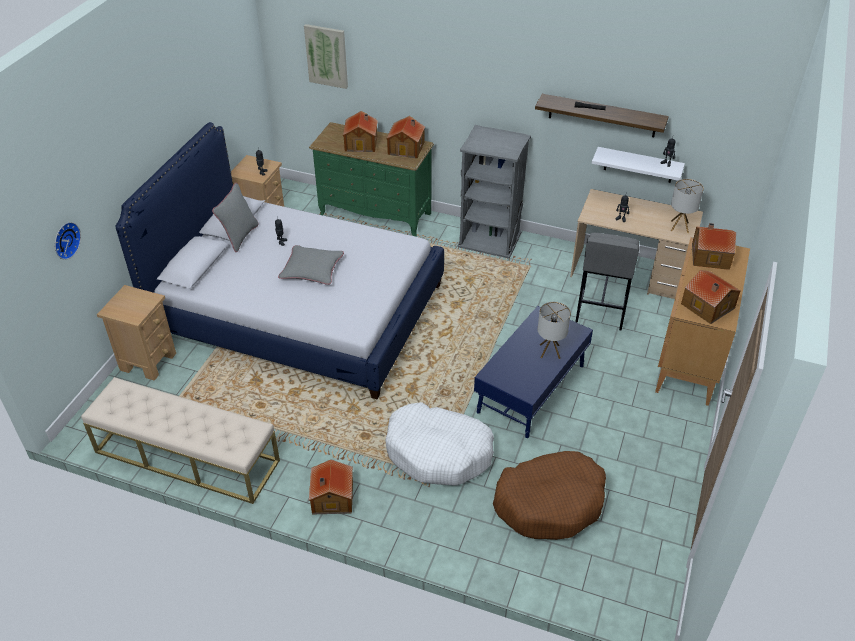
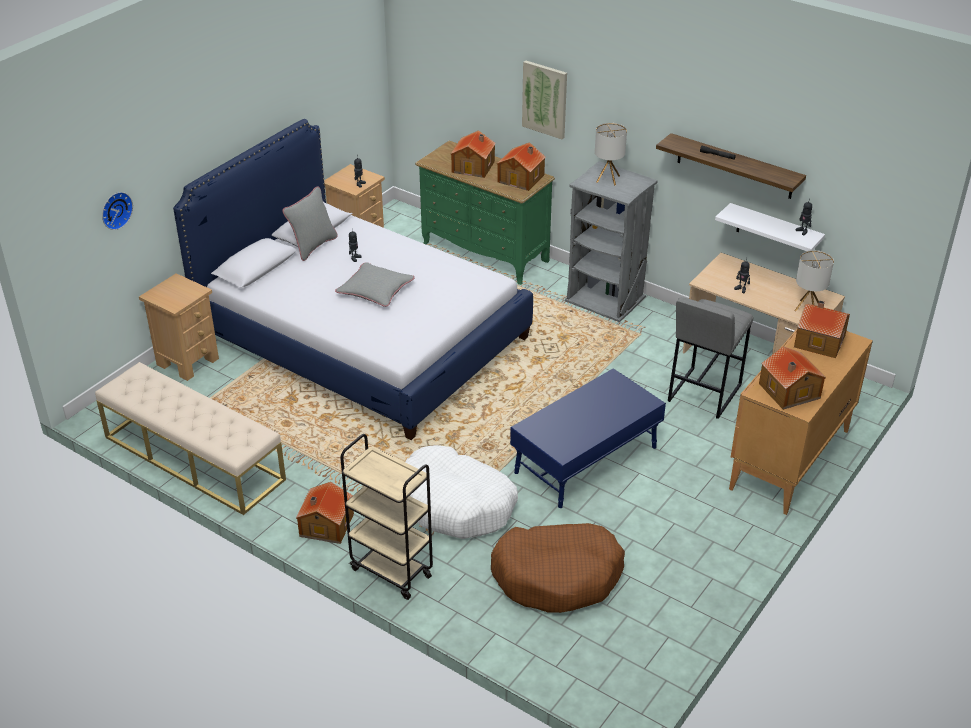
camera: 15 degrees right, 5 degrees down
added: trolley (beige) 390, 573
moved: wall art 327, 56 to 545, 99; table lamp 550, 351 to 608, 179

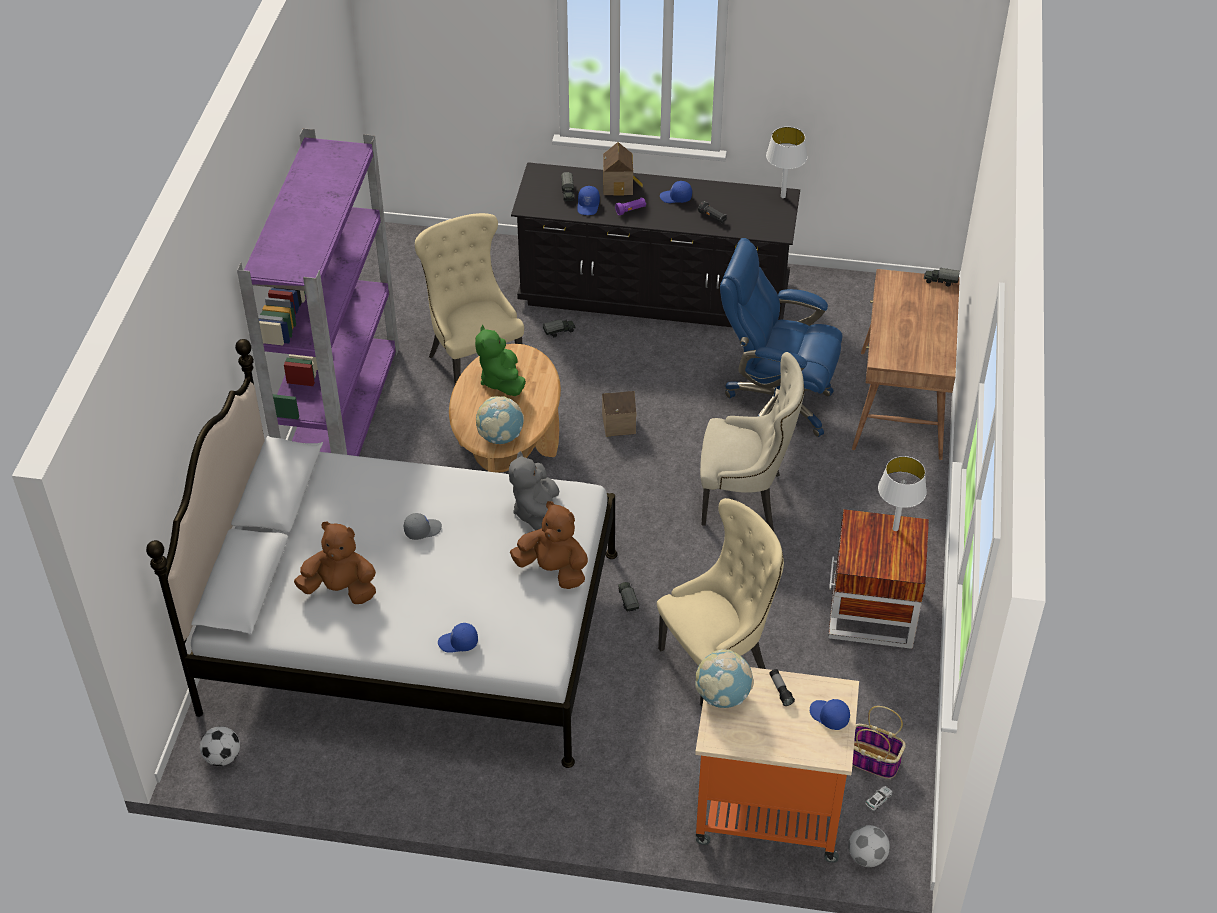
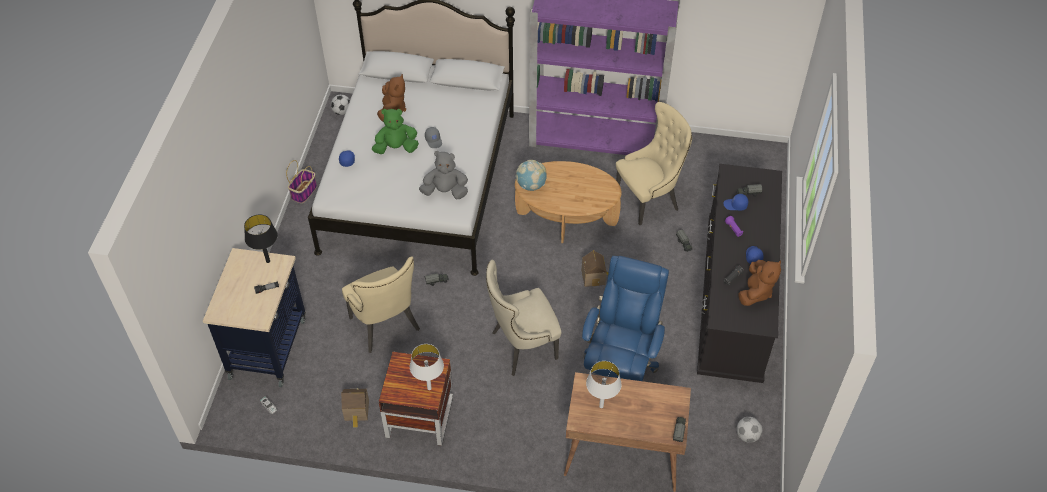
camera: 90 degrees right, 5 degrees up
removed: peaked cap (bluish) 828, 716
moved: storage basket 872, 760 to 304, 191; model house 620, 185 to 357, 412; plush toy (green-coloured) 501, 381 to 396, 148; table lamp (white-coloured) 783, 196 to 601, 406; football ball 866, 857 to 747, 435; plush toy (brown-coloured) 553, 570 to 756, 292
replaced: world globe 722, 696 to table lamp (black) 268, 261
recoloured: trolley (orangey) 768, 815 to trolley (bluish) 268, 347
turned: chair (beige) 744, 500 = 522, 347 60 degrees clockwise

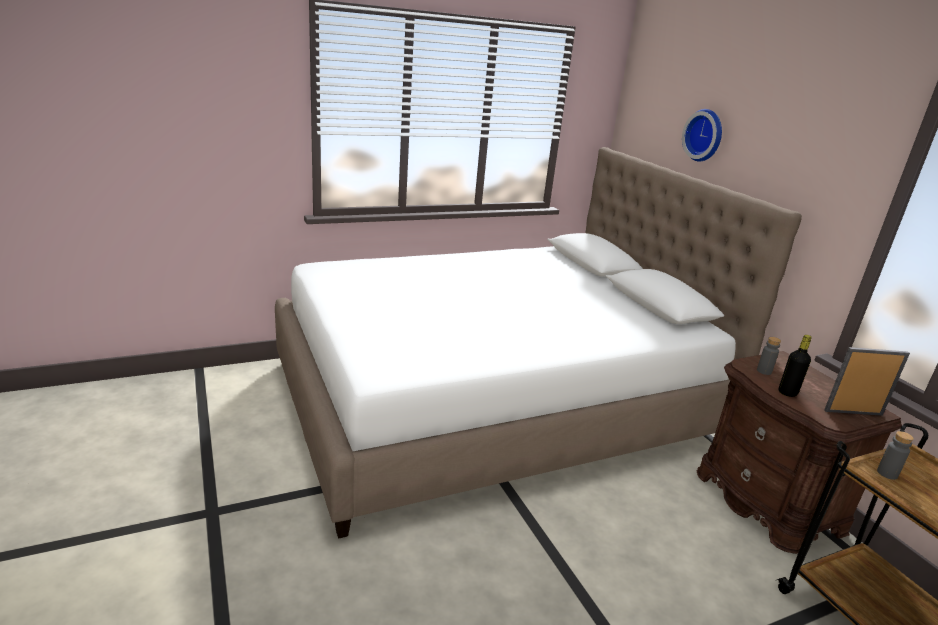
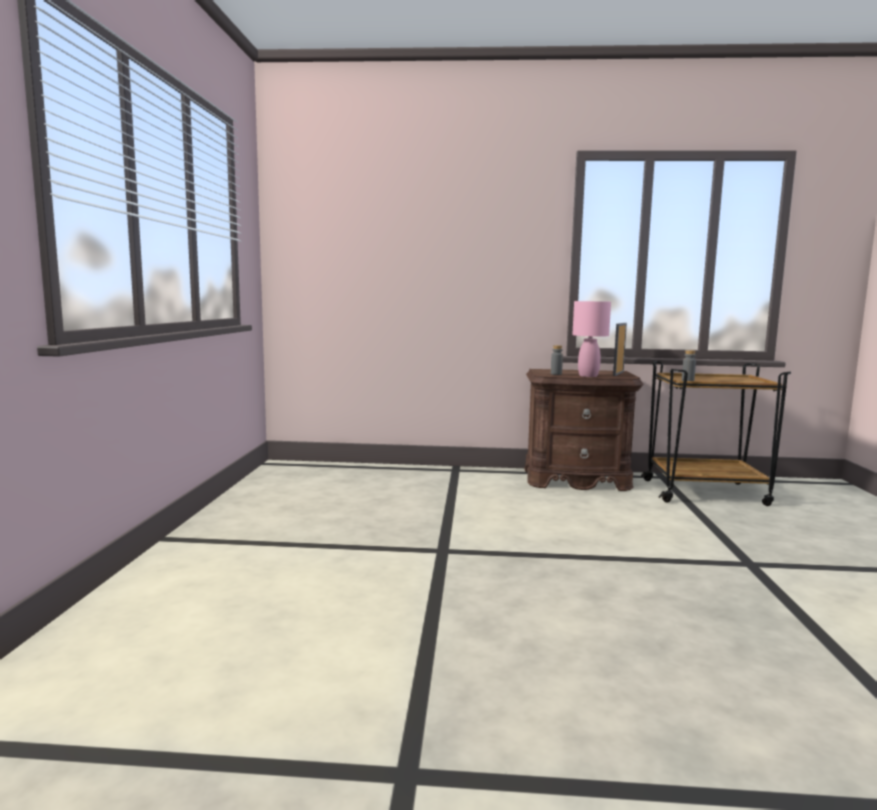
camera: 60 degrees left, 15 degrees down
removed: bedroom bed (white-coloured) 494, 401; wall clock 705, 135
replaced: bottle (black) 787, 392 to table lamp (pinkish) 588, 376

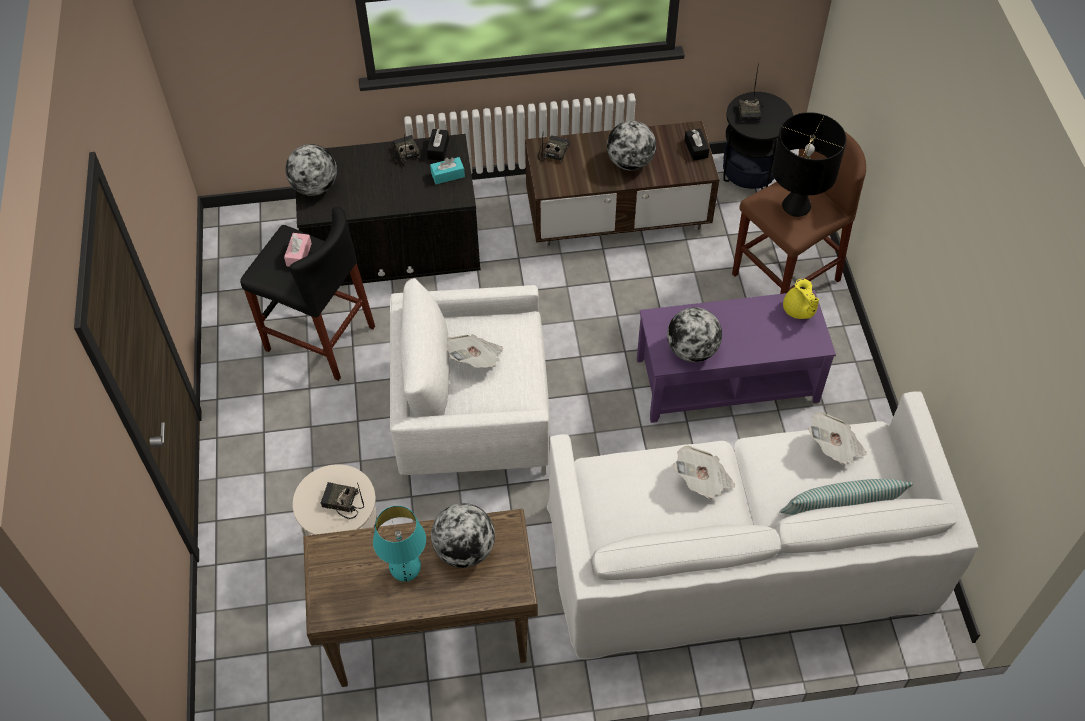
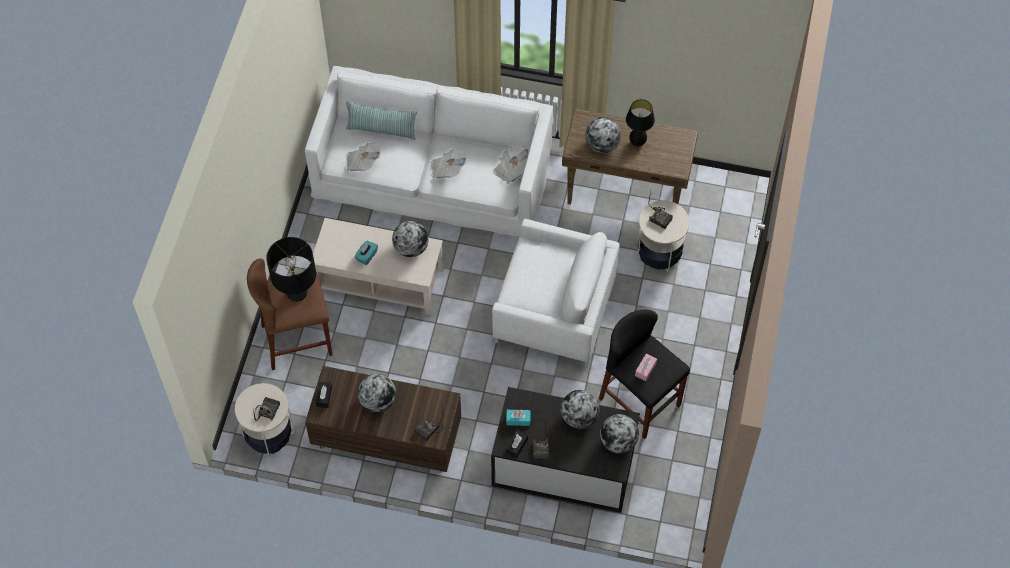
camera: 160 degrees left, 5 degrees up
removed: tea pot (yellow) 799, 310
added: tissue box (turquoise) 366, 256; world globe 579, 417
moved: daily paper 476, 359 to 512, 170
recoloured: accent table (black) 749, 173 to accent table (beige) 269, 436; coffee table (purple-coloured) 726, 380 to coffee table (beige) 380, 281; table lamp (turquoise) 406, 573 to table lamp (black) 637, 143

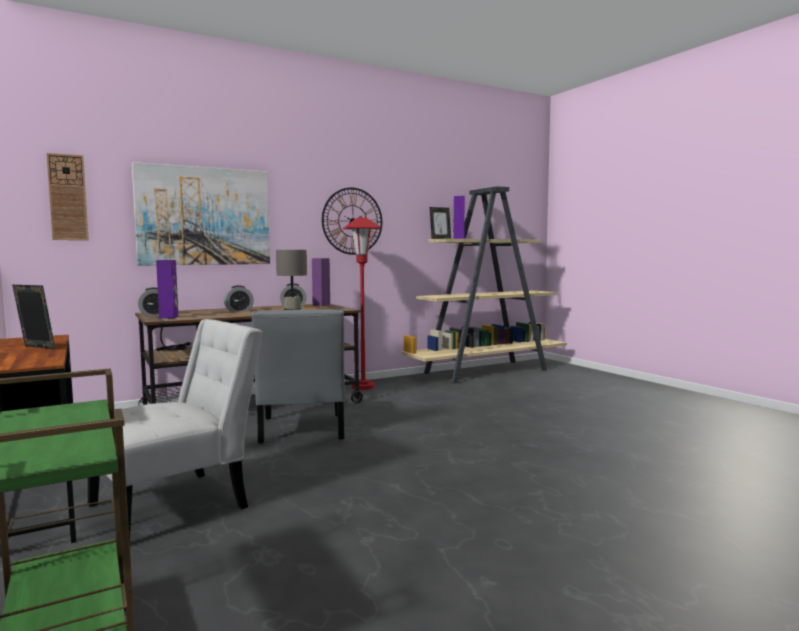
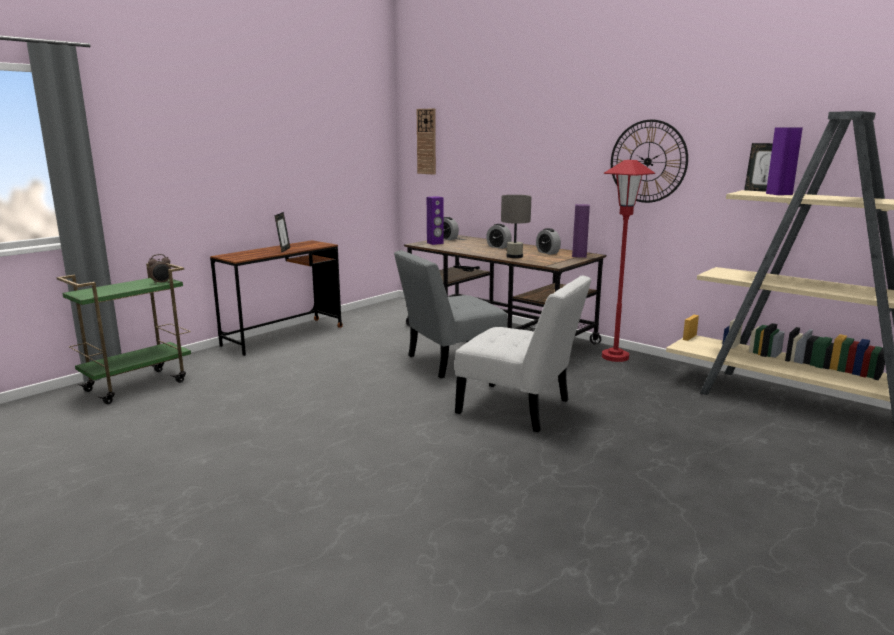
camera: 70 degrees right, 10 degrees up
removed: wall art 204, 216
added: table clock 161, 283
moved: chair (white-coloured) 178, 504 to 519, 409

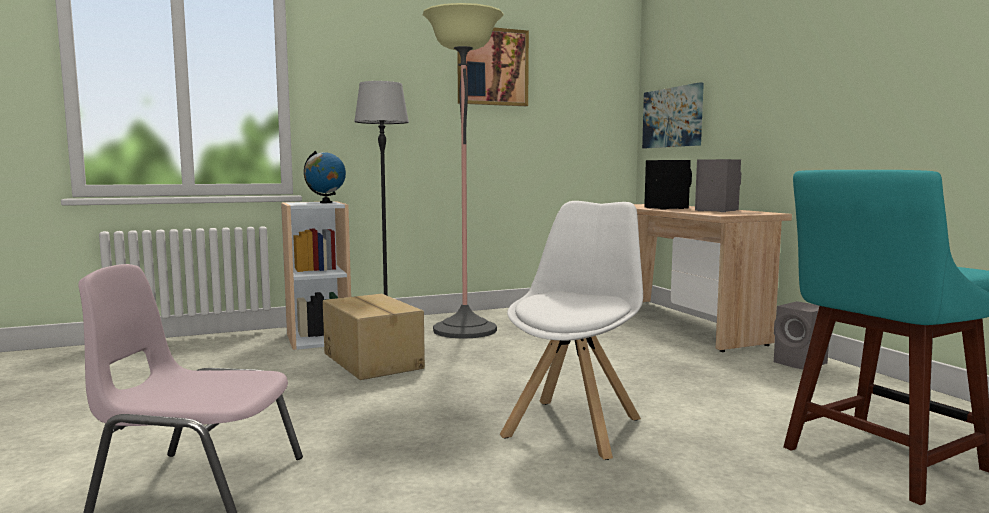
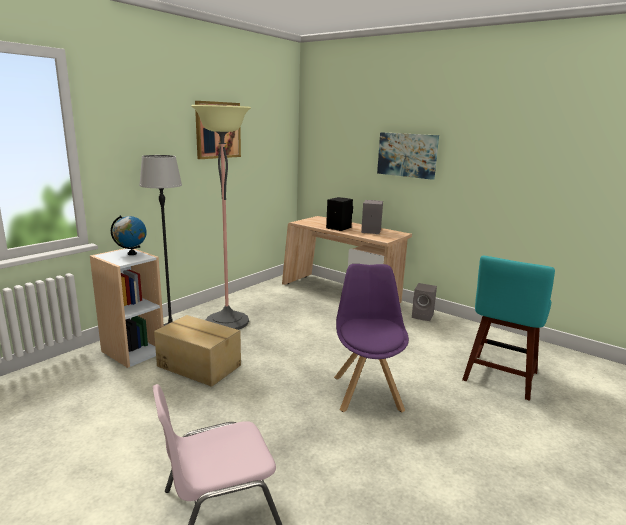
camera: 30 degrees left, 10 degrees up
moved: wall art 673, 117 to 407, 155
recoloured: chair (white-coloured) 575, 425 to chair (purple-coloured) 366, 391

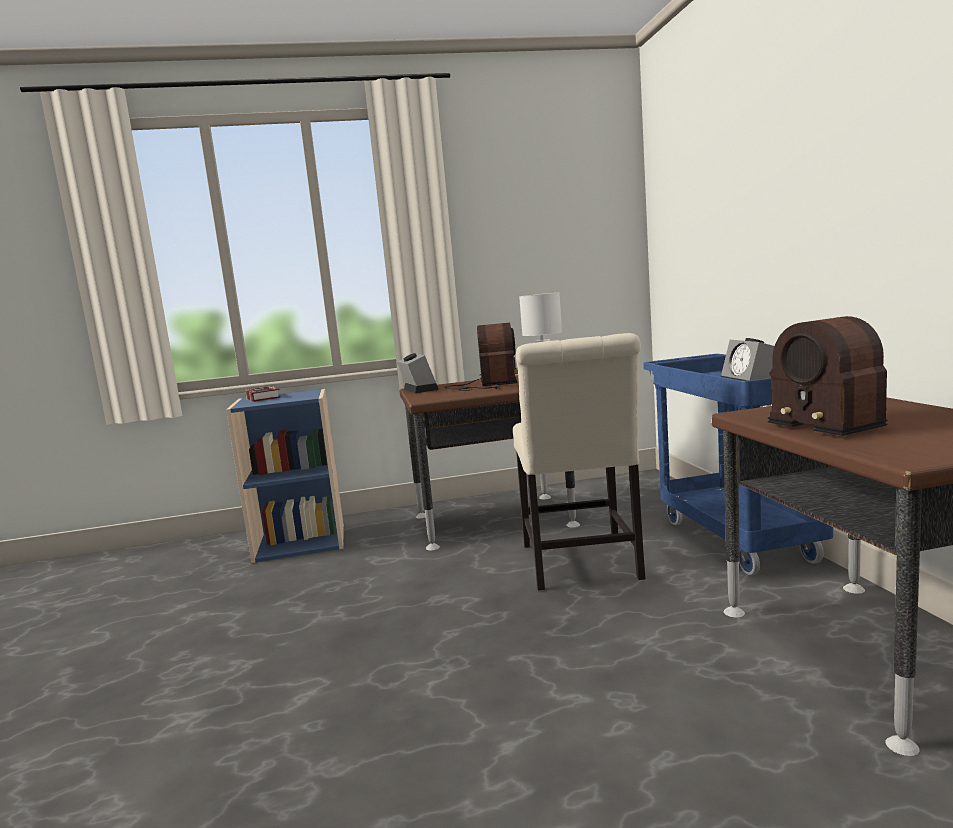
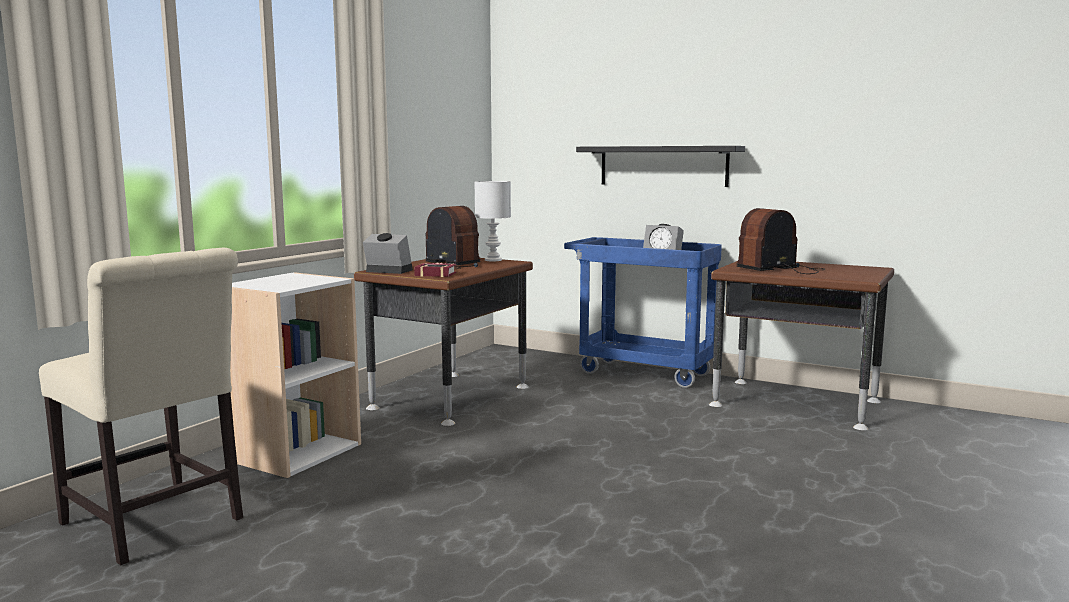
camera: 50 degrees left, 0 degrees up
added: wall shelf (black) 663, 166
moved: chair (beige) 581, 566 to 156, 525; book 264, 398 to 434, 274
recoloured: bookcase (bluish) 301, 542 to bookcase (white-coloured) 295, 451
turned: radio receiver 827, 421 = 782, 270 135 degrees clockwise

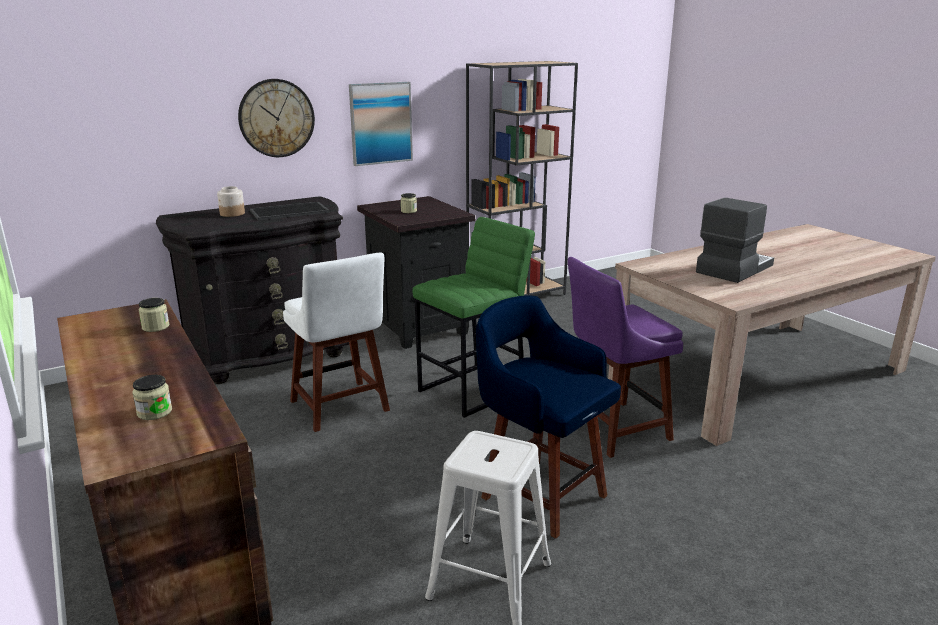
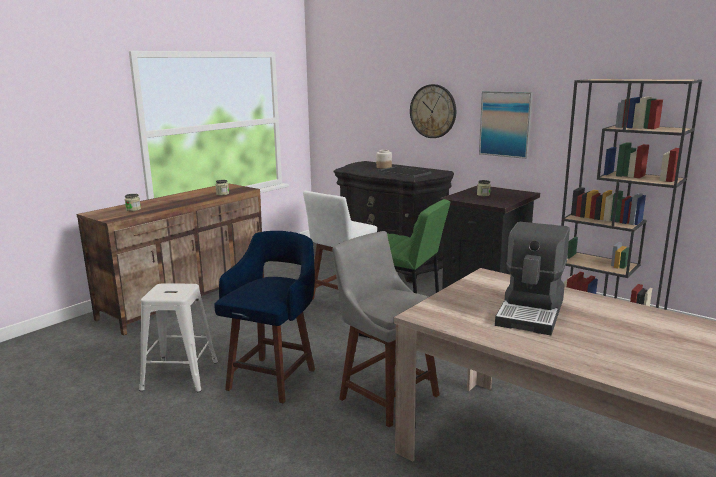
camera: 70 degrees right, 5 degrees down
recoloured: chair (purple-coloured) 611, 429 to chair (greyish) 385, 395
turned: coffee machine 733, 269 = 532, 312 90 degrees clockwise

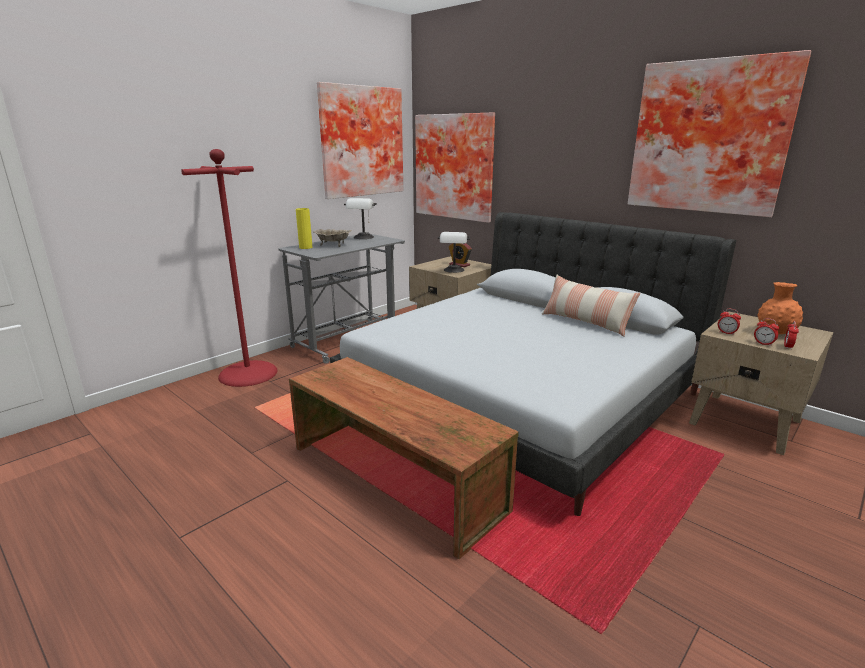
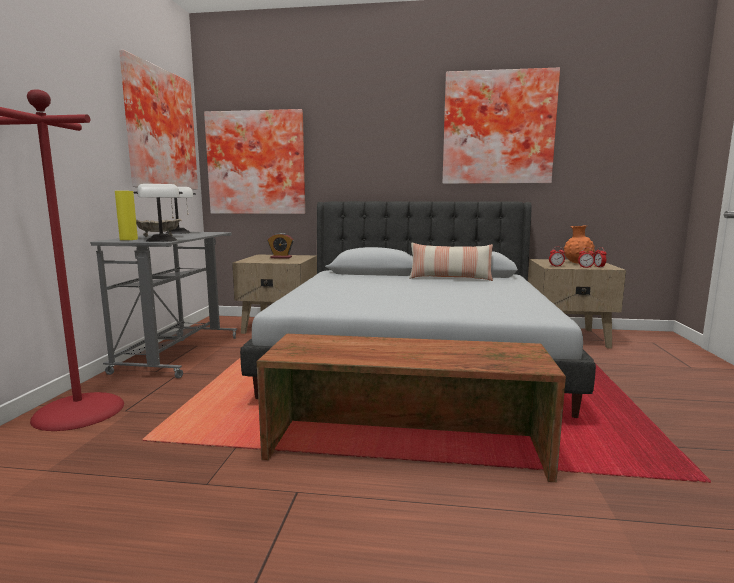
camera: 35 degrees left, 10 degrees down
moved: table lamp 454, 271 to 163, 241

